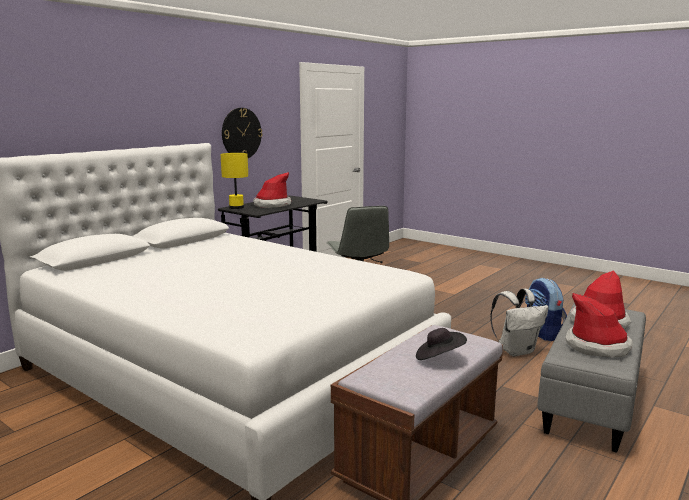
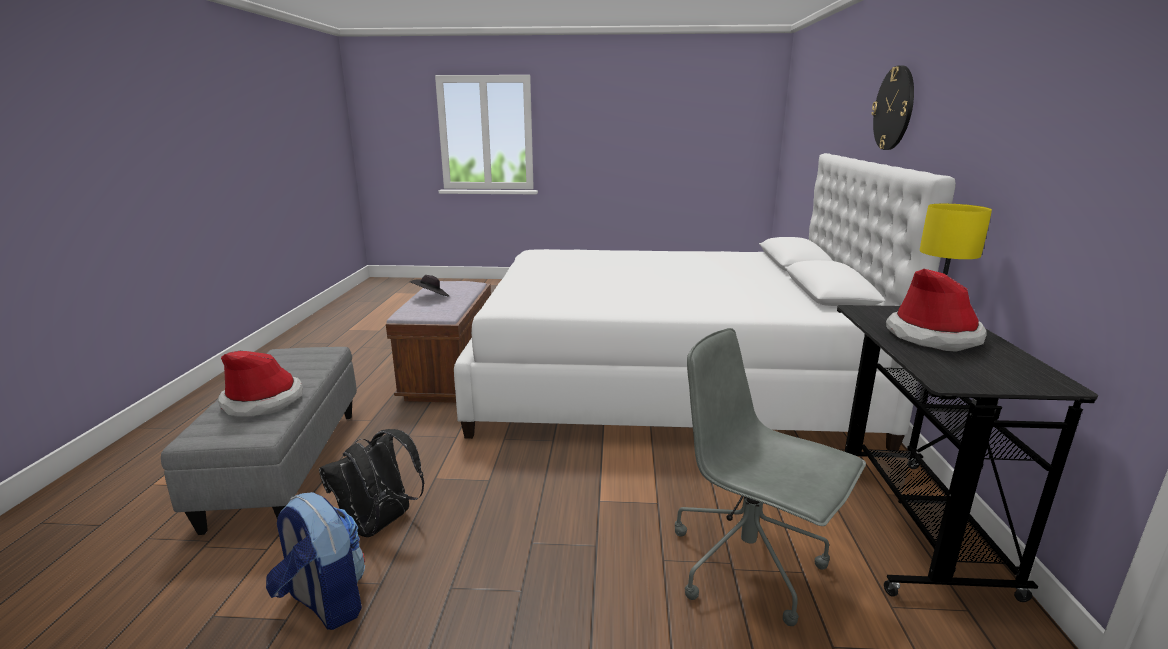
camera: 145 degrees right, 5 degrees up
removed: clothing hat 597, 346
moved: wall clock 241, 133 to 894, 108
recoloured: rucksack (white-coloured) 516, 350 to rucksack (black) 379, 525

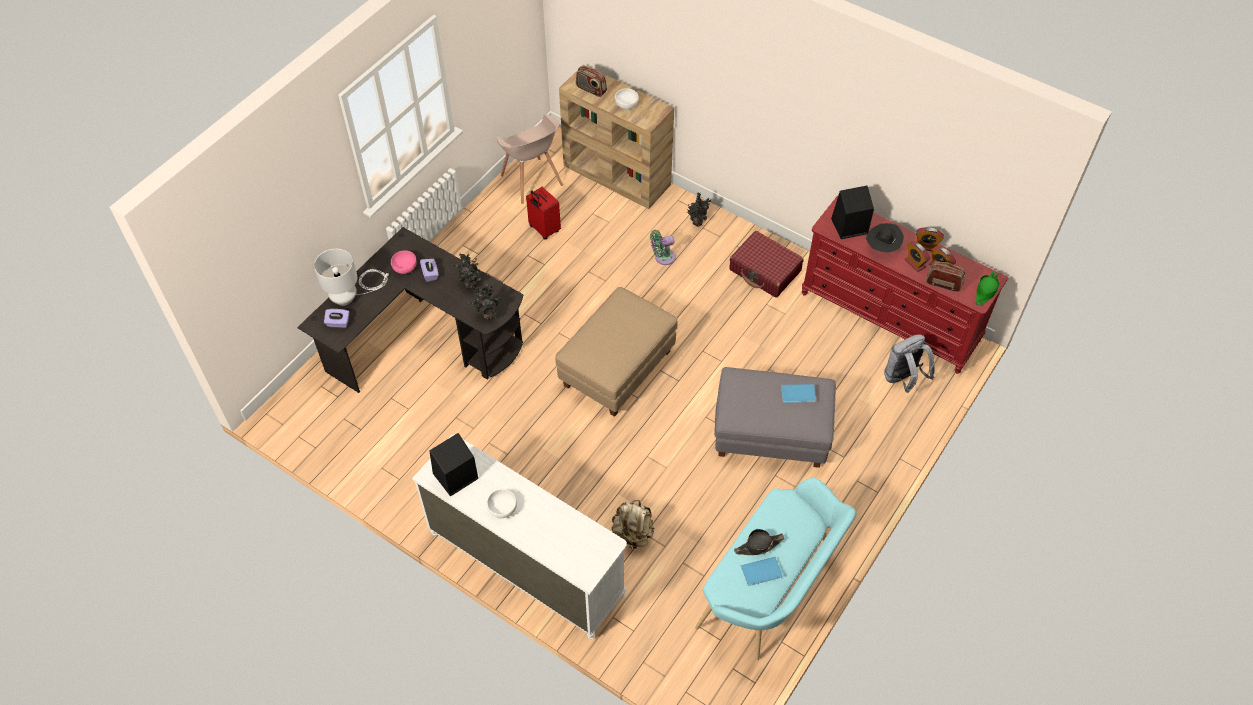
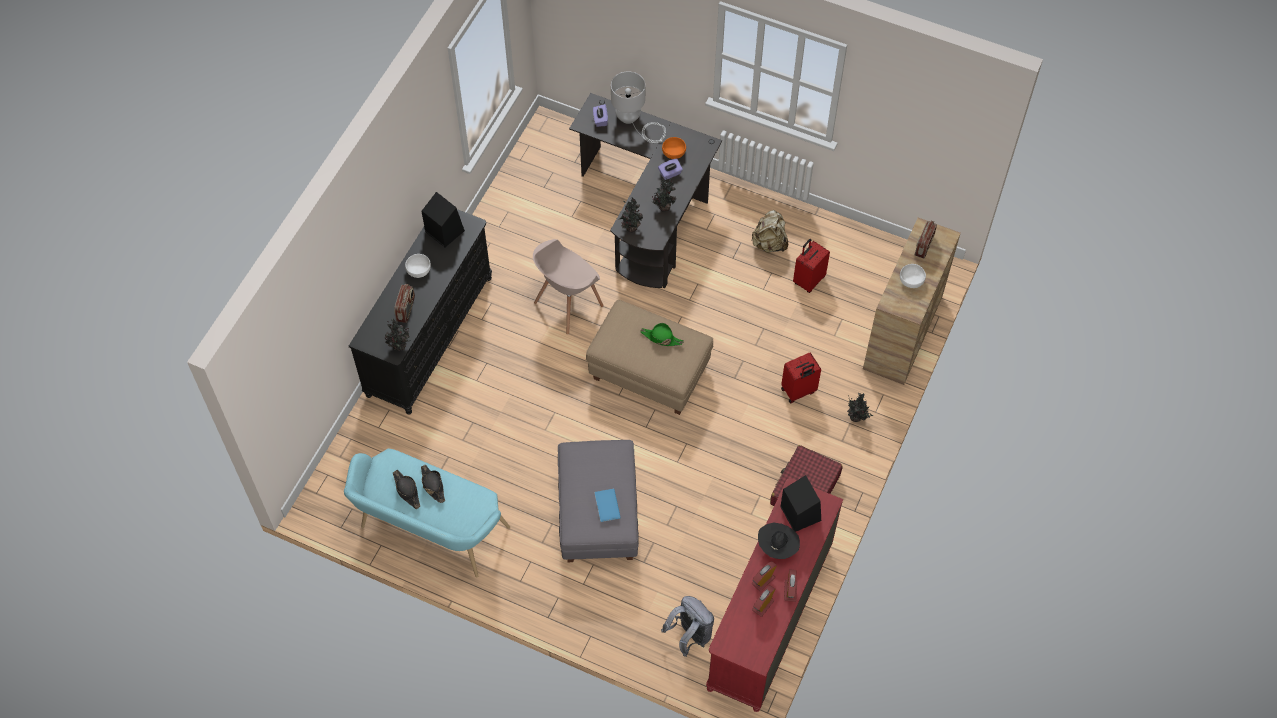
camera: 80 degrees right, 5 degrees up
added: plant in a pot 400, 347
moved: radio receiver 943, 283 to 406, 309; chair (beige) 531, 181 to 568, 305; clothing hat (green-coloured) 986, 291 to 661, 338; rucksack (beige) 633, 533 to 769, 243
replaced: book (bluish) 762, 572 to clothing hat (black) 407, 491; fan (green-coloured) 662, 257 to piece of luggage (red-coloured) 798, 391
recoloured: drawer chest (white-coloured) 525, 564 to drawer chest (black) 430, 336; serving bowl (pinkish) 405, 267 to serving bowl (orangey) 674, 152

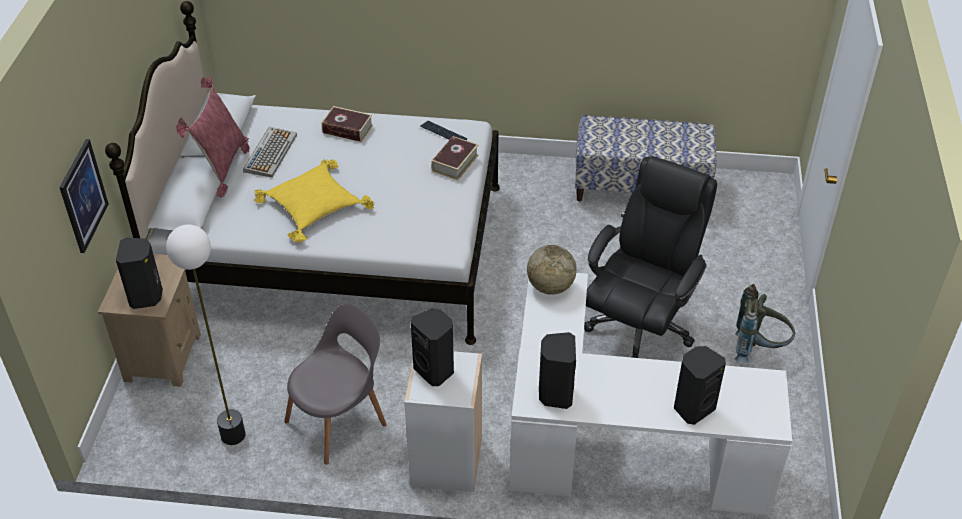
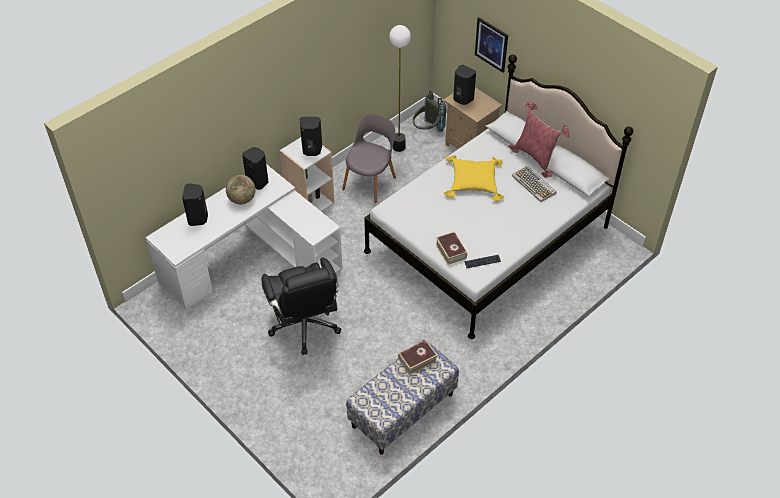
camera: 130 degrees right, 5 degrees up
moved: world globe 550, 286 to 242, 199; book 347, 129 to 417, 360; rucksack (greyish) 759, 348 to 427, 130
turned: chair (greyish) 339, 420 = 370, 182 150 degrees counterclockwise

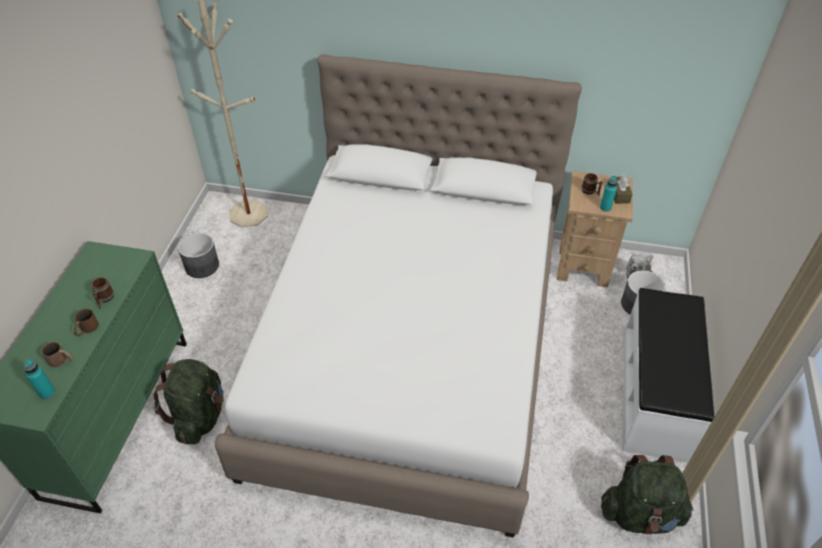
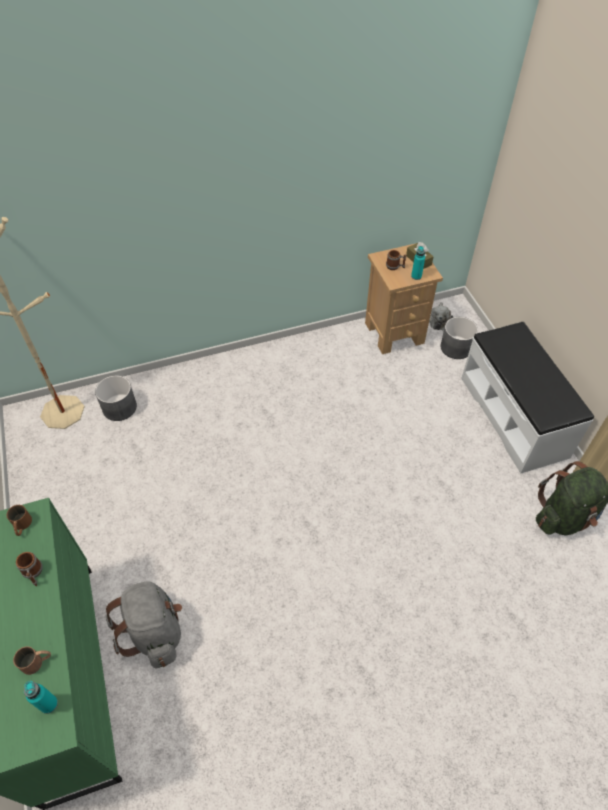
camera: 30 degrees left, 5 degrees up
removed: bedroom bed (white-coloured) 411, 346
moved: coffee mug (brown-coloured) 86, 329 to 21, 526; flower pot (greyish) 202, 265 to 119, 407
recoloured: rucksack (green-coloured) 199, 416 to rucksack (greyish) 155, 632

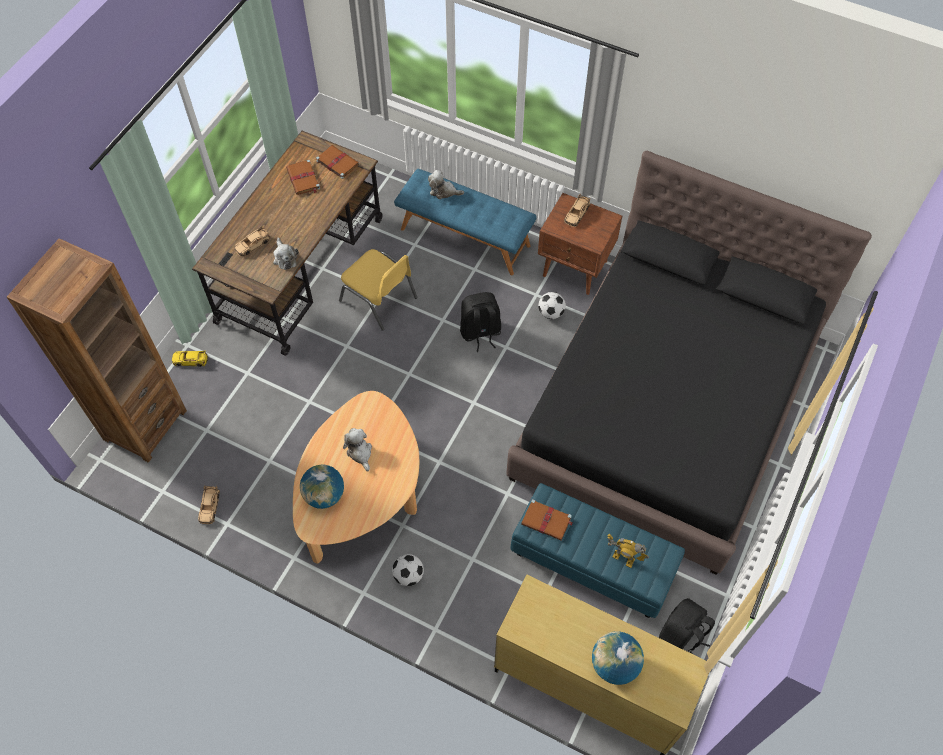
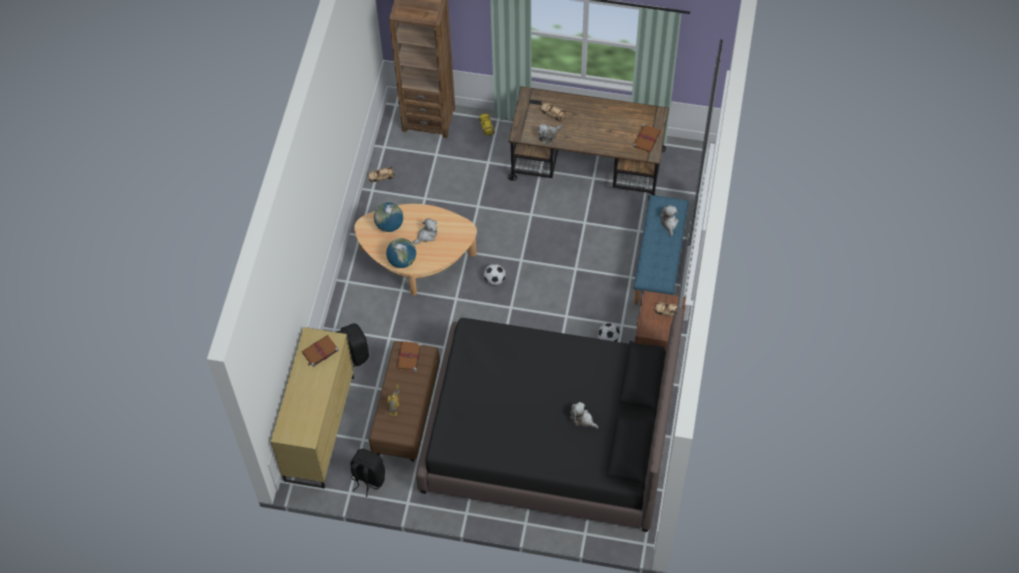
camera: 75 degrees right, 0 degrees up
removed: chair (yellow) 379, 299
added: plush toy 582, 419
moved: book (brown-coloured) 303, 179 to 319, 352; rucksack (black) 480, 332 to 353, 354; world globe 614, 664 to 402, 261; football ball 408, 575 to 495, 279
recoloured: ottoman (bluish) 592, 563 to ottoman (brown-coloured) 407, 412

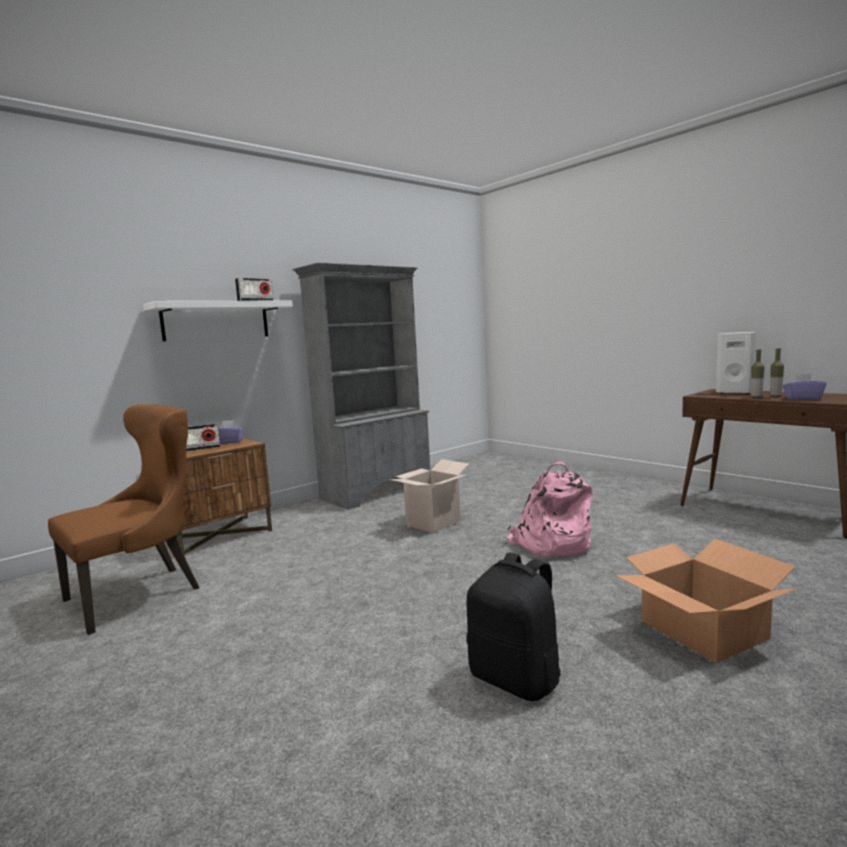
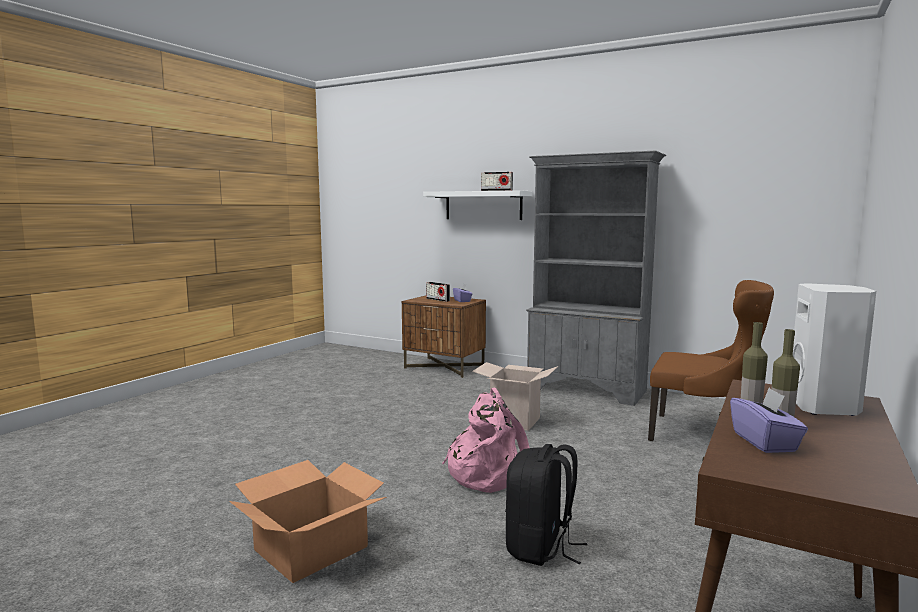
camera: 70 degrees right, 0 degrees up
moved: rucksack (black) 516, 679 to 540, 548; chair (brown-coloured) 139, 594 to 703, 434

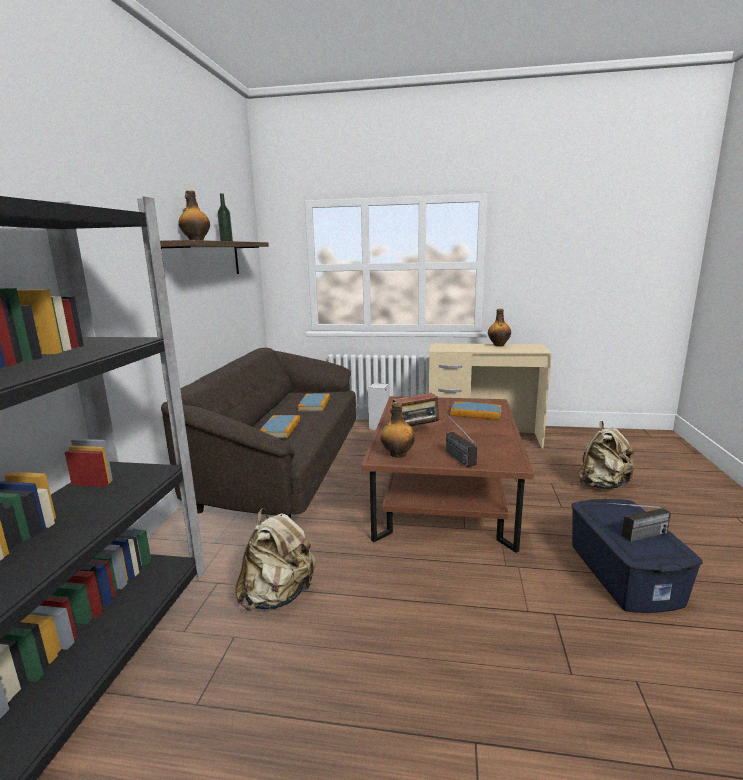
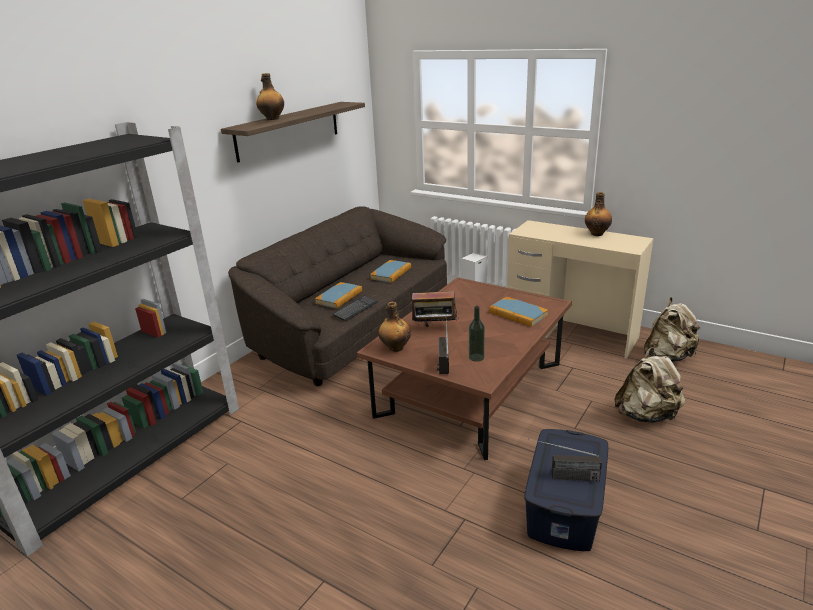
camera: 25 degrees right, 10 degrees up
added: keyboard 355, 309
moved: bottle 226, 241 to 476, 357; rucksack (beige) 278, 596 to 668, 357

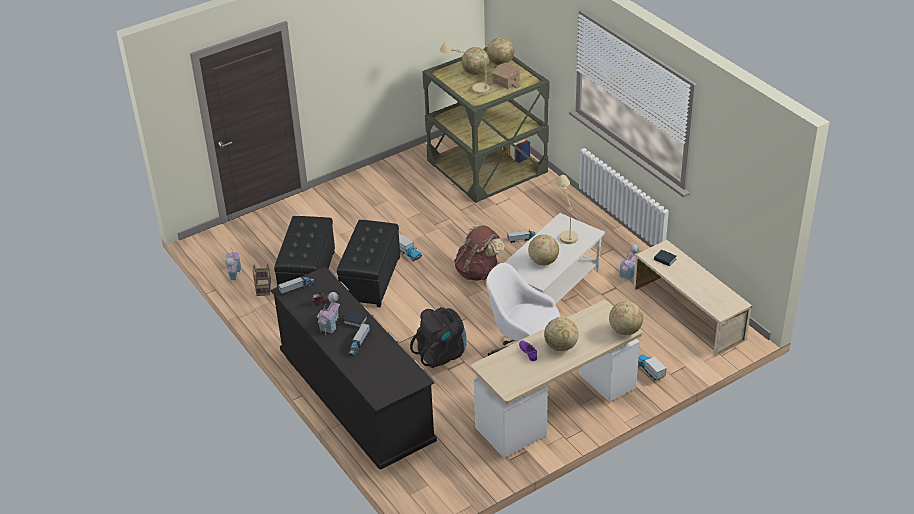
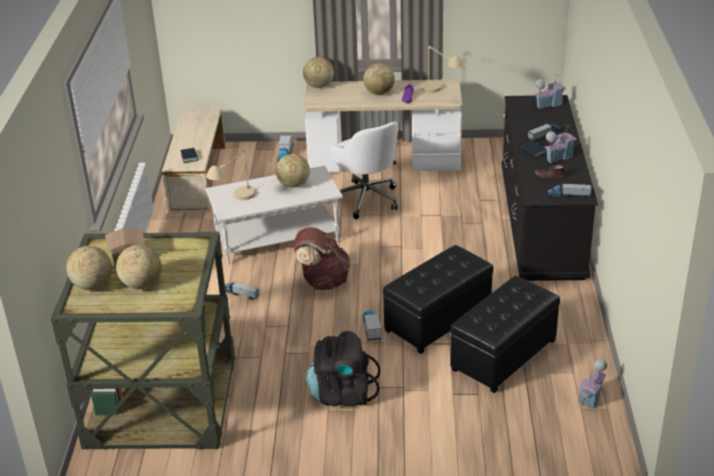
camera: 145 degrees left, 5 degrees down
removed: storage basket 263, 287
moved: rucksack (black) 441, 354 to 342, 394; table lamp (beige) 466, 86 to 441, 94; model house 629, 272 to 548, 104

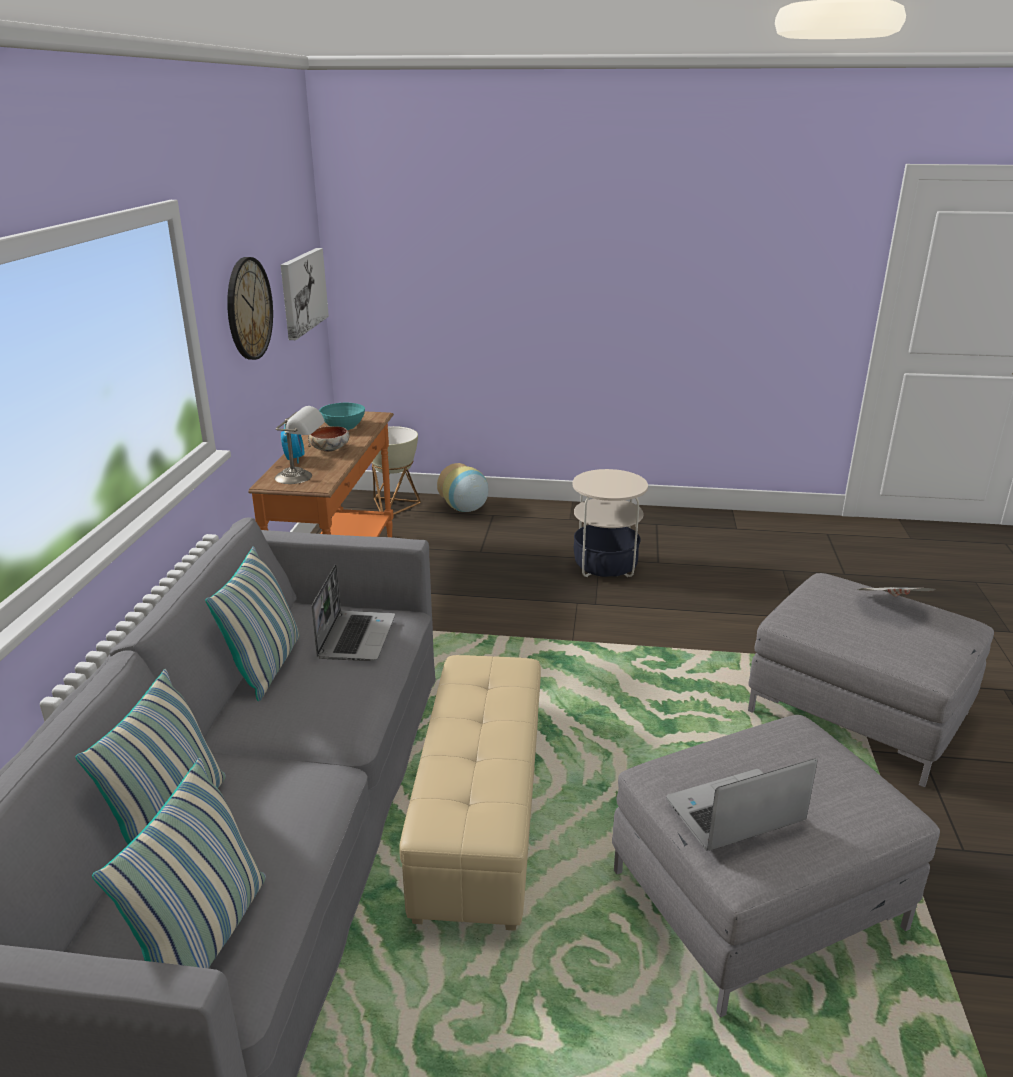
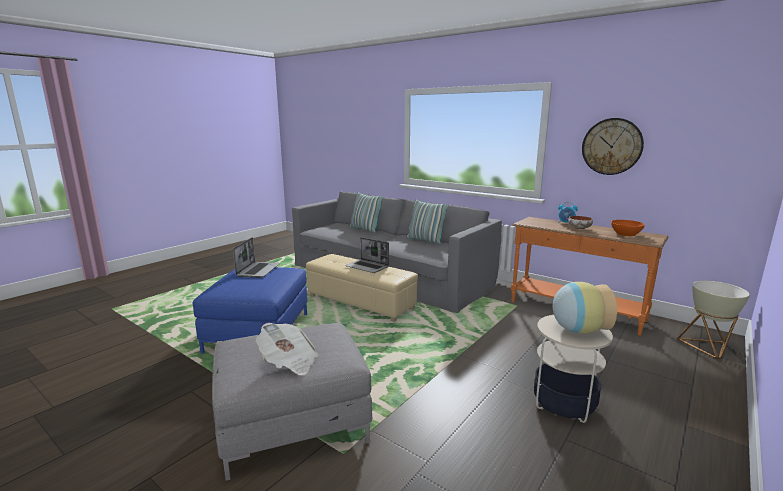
camera: 120 degrees right, 10 degrees down
removed: throw pillow 205, 937; table lamp (white-coloured) 301, 477; wall art 302, 292
moved: portable computer 356, 637 to 368, 267; vase 465, 509 to 577, 330
recoloured: ottoman (greyish) 756, 901 to ottoman (bluish) 258, 332; serving bowl (turquoise) 343, 426 to serving bowl (orangey) 625, 234

